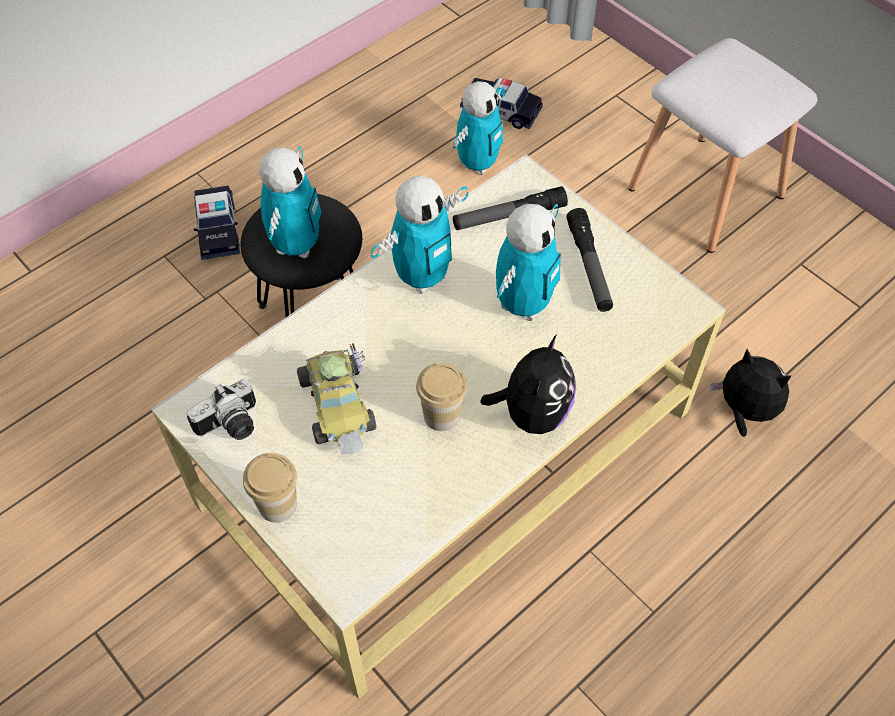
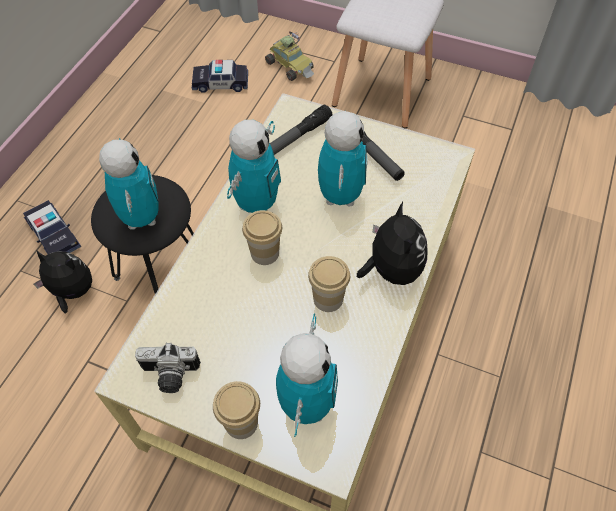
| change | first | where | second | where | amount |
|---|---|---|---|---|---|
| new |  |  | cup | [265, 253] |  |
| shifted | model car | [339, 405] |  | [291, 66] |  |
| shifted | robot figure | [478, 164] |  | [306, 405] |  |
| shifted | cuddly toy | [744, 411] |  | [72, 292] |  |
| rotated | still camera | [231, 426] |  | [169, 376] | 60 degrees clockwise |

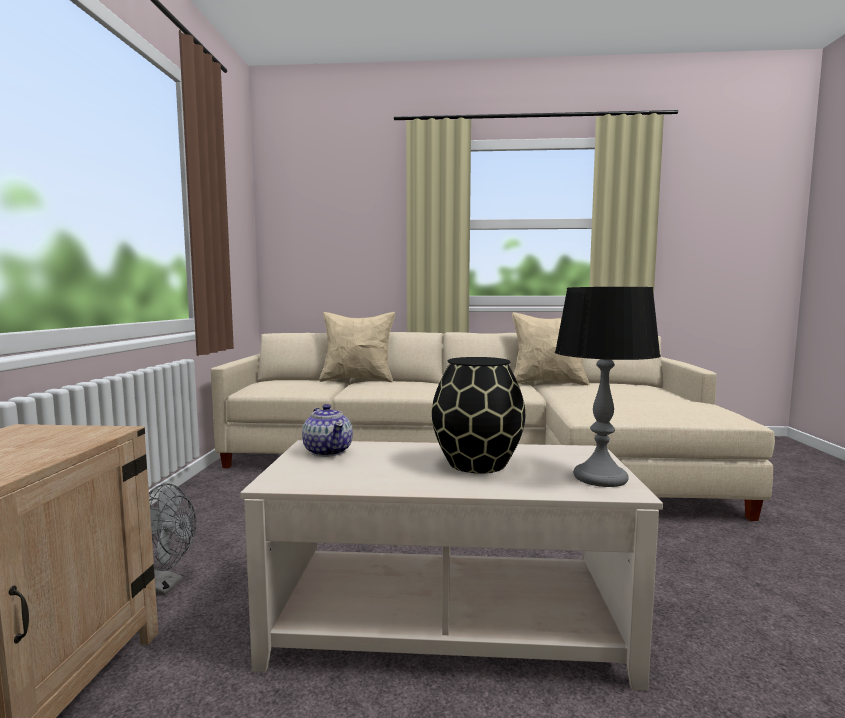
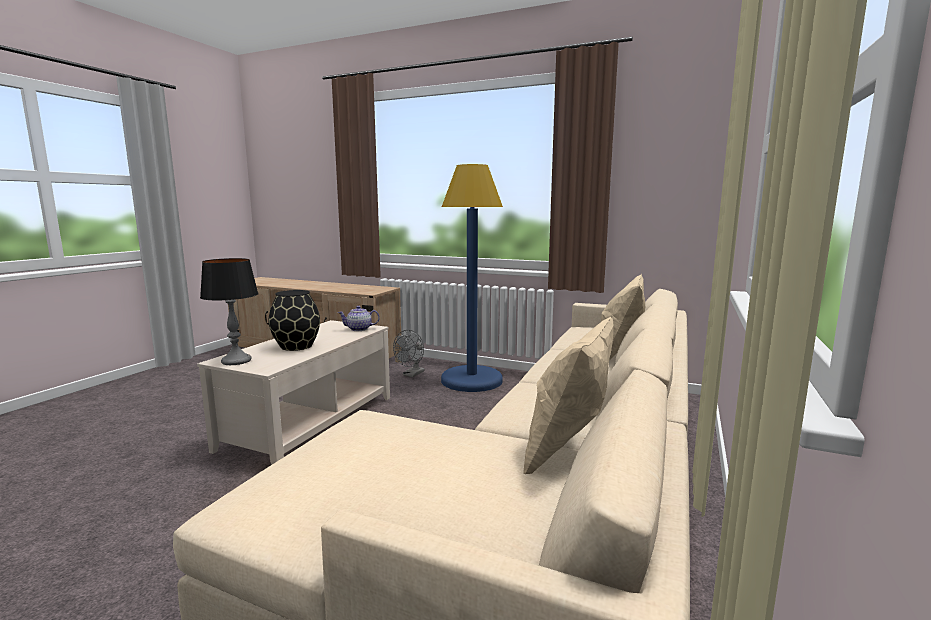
| change | first | where | second | where | amount |
|---|---|---|---|---|---|
| new |  |  | blue-coloured standing lamp | [472, 380] |  |

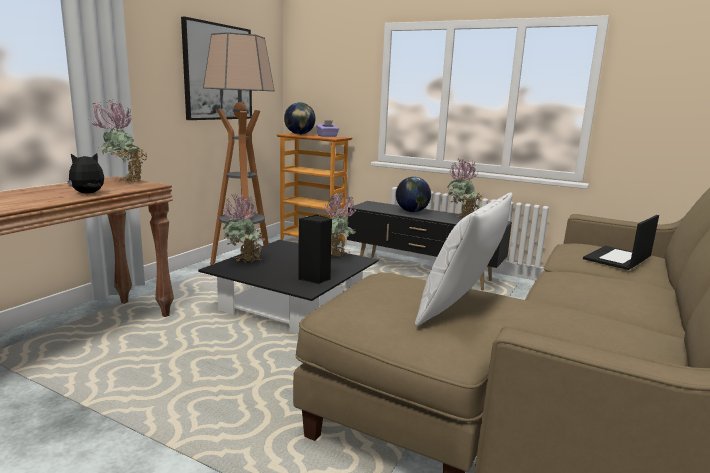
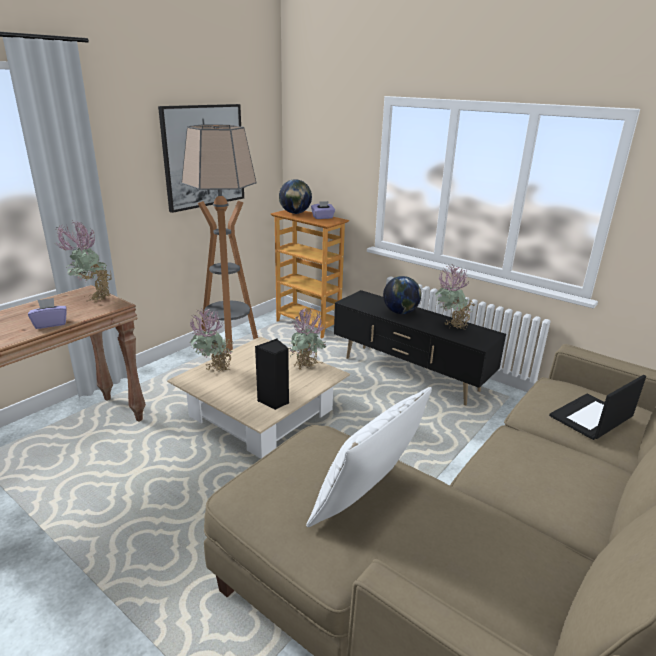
| change | first | where | second | where | amount |
|---|---|---|---|---|---|
| swapped | cuddly toy | [88, 193] | purple-coloured tissue holder | [50, 324] |  |
| repainted | blackish coffee table | [292, 305] | sand-coloured coffee table | [261, 414] |  |

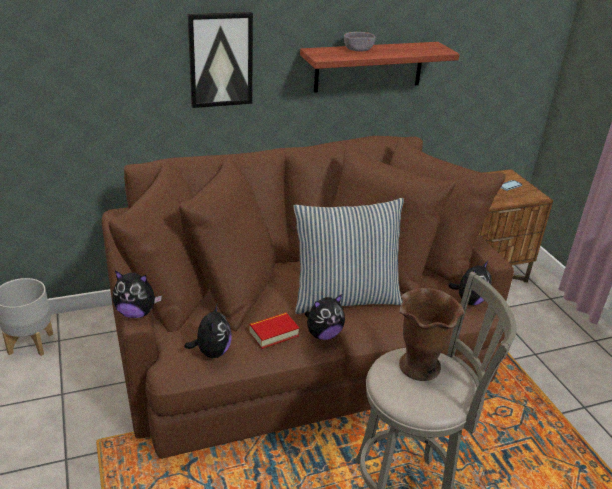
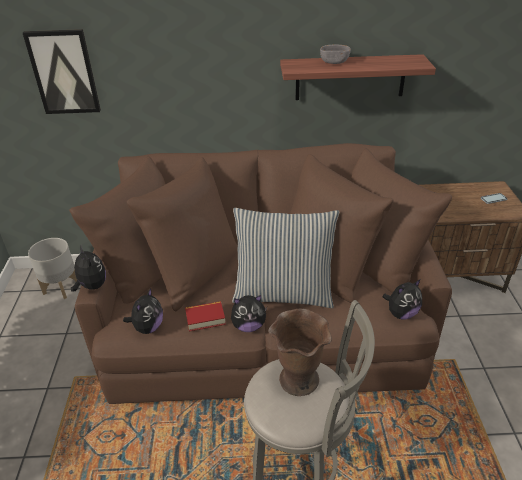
| change | first | where | second | where | amount |
|---|---|---|---|---|---|
| shifted | picture | [220, 60] |  | [64, 72] |  |
| rotated | cuddly toy | [136, 313] |  | [91, 286] | 150 degrees counterclockwise |

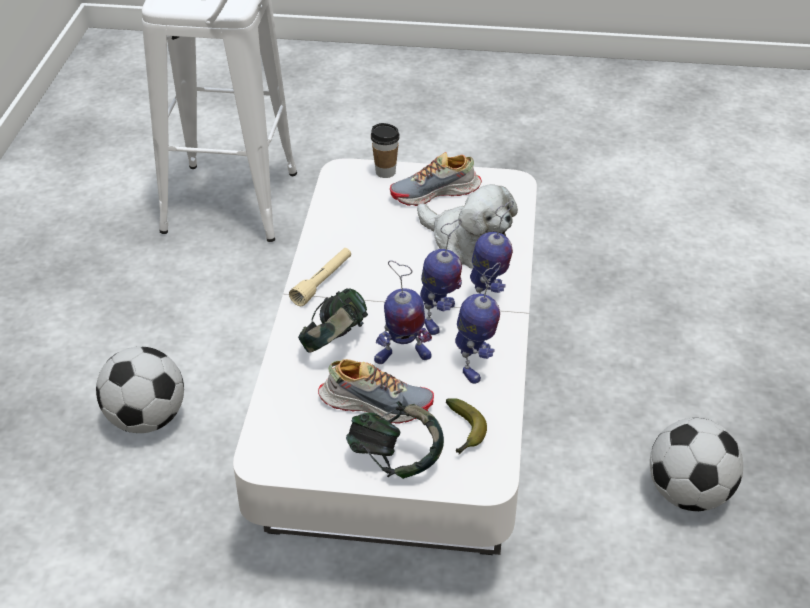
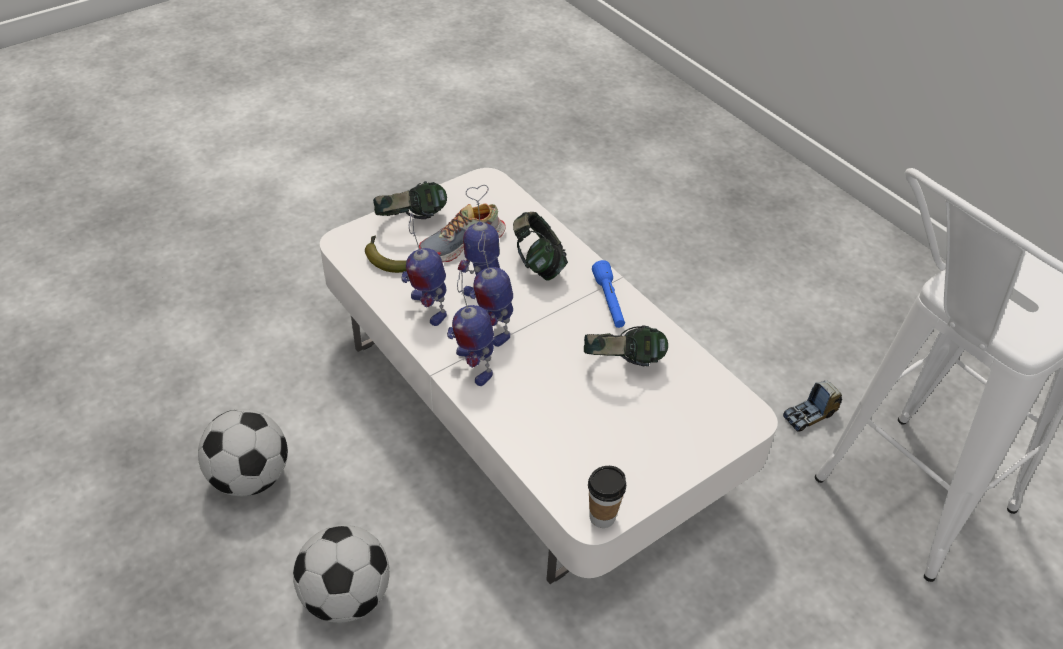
| change | first | where | second | where | amount |
|---|---|---|---|---|---|
| gone | shoe | [435, 193] |  |  |  |
| gone | cuddly toy | [467, 245] |  |  |  |
| new |  |  | pair of headphones | [622, 364] |  |
| new |  |  | toy lorry | [810, 415] |  |
| shifted | football ball | [147, 419] |  | [346, 598] |  |
| shifted | cup | [385, 172] |  | [602, 517] |  |
| repainted | sand-coloured flashlight | [323, 282] | blue-coloured flashlight | [609, 301] |  |

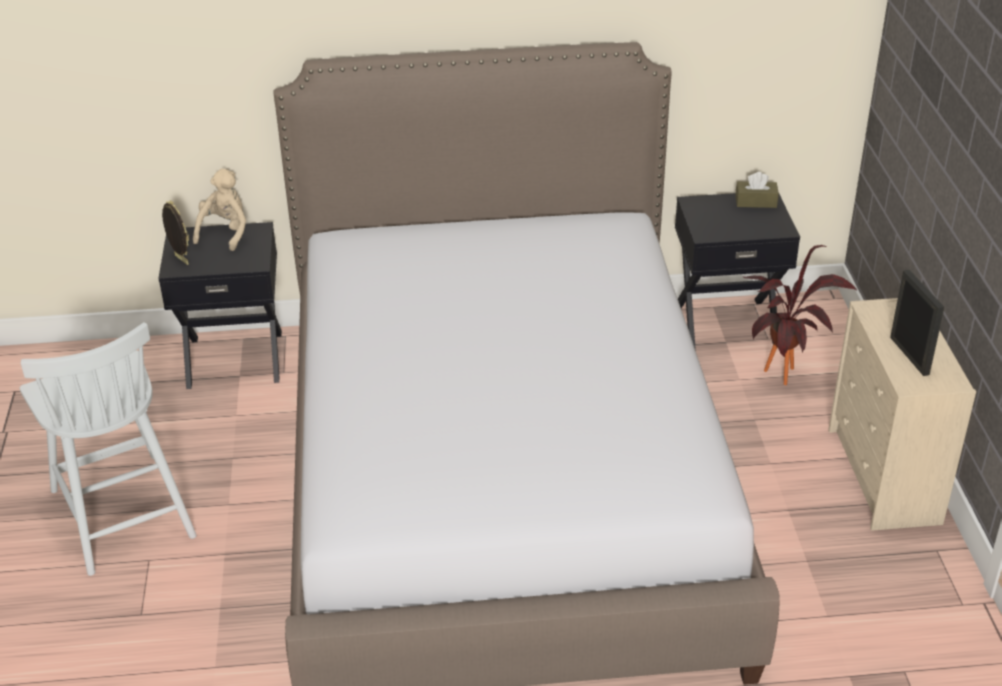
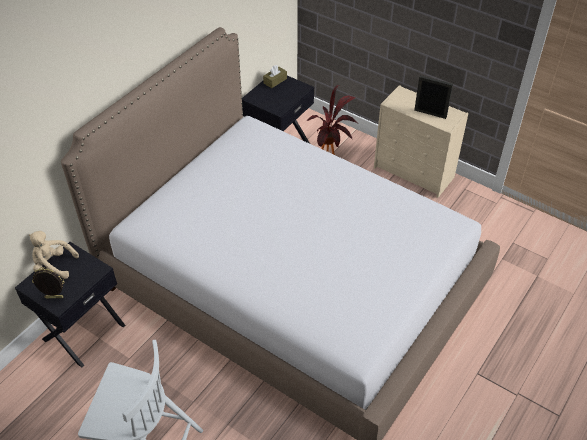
| change | first | where | second | where | amount |
|---|---|---|---|---|---|
| rotated | sand-coloured cuddly toy | [225, 232] |  | [53, 265] | 45 degrees counterclockwise |

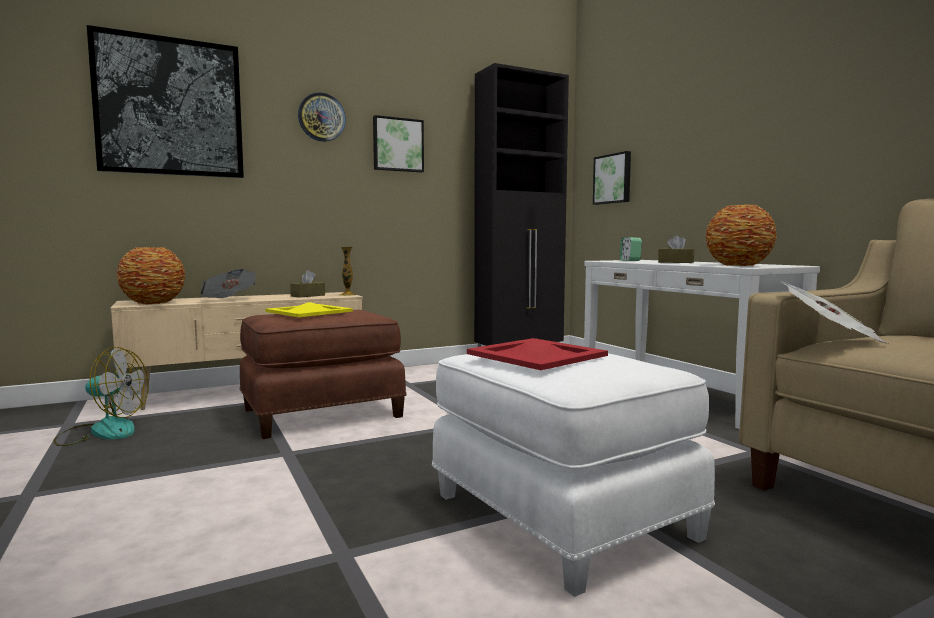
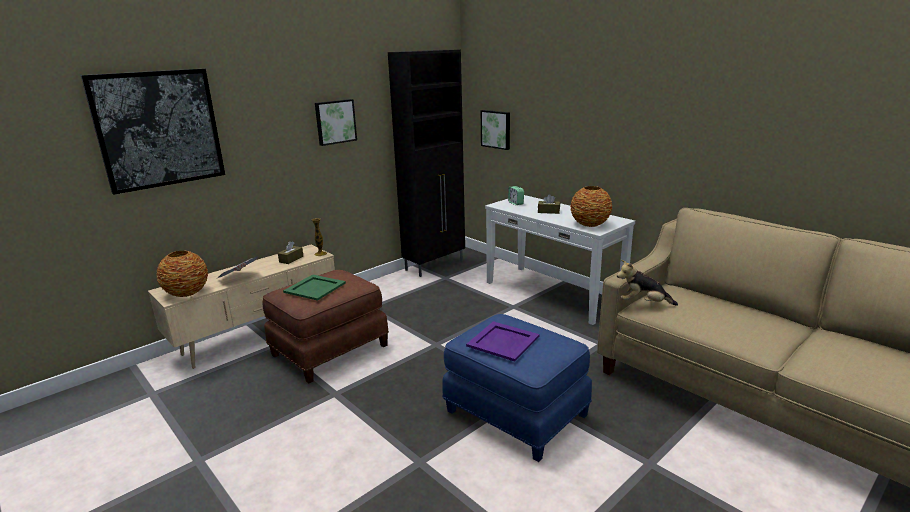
| change | first | where | second | where | amount |
|---|---|---|---|---|---|
| gone | cooling fan | [102, 431] |  |  |  |
| gone | hanging clock | [321, 117] |  |  |  |
| swapped | newspaper | [832, 337] | cuddly toy | [643, 303] |  |
| repainted | yellow-coloured carrying tray | [308, 311] | green carrying tray | [314, 288] |  |
| repainted | white pouffe | [558, 517] | blue-coloured pouffe | [515, 414] |  |
| repainted | red-coloured carrying tray | [536, 355] | purple-coloured carrying tray | [503, 341] |  |

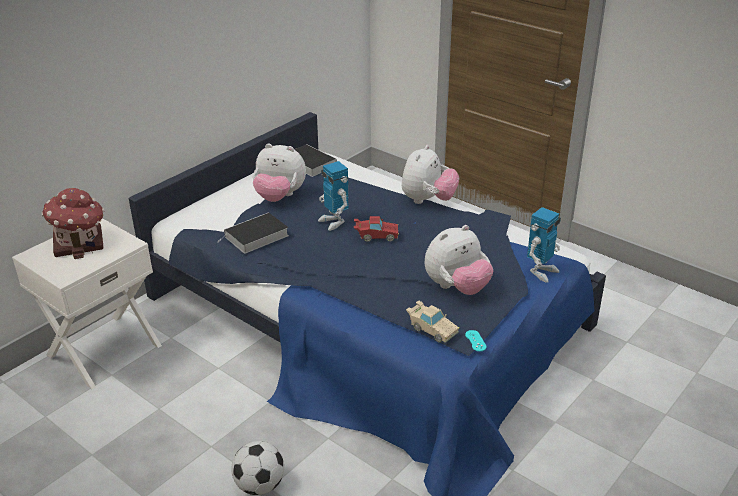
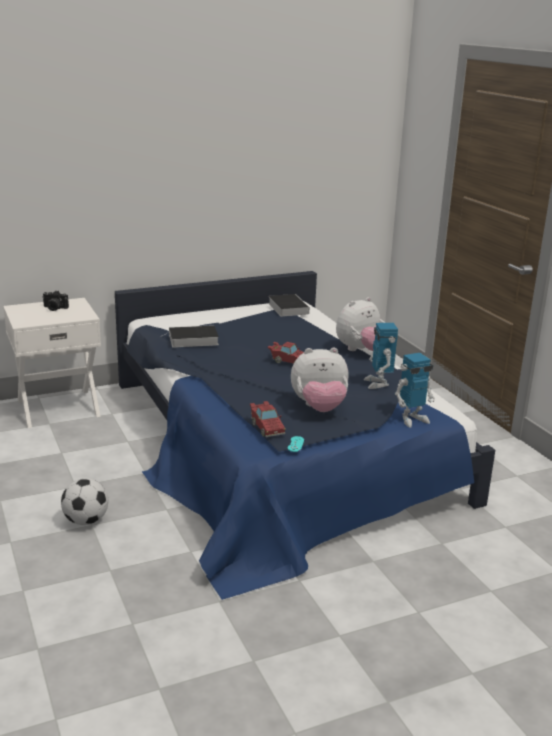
| change | first | where | second | where | amount |
|---|---|---|---|---|---|
| gone | cuddly toy | [279, 197] |  |  |  |
| shifted | robot figure | [334, 222] |  | [378, 383] |  |
| swapped | miniature house | [80, 243] | still camera | [54, 308] |  |
| repainted | sand-coloured model car | [431, 329] | red-coloured model car | [266, 427] |  |

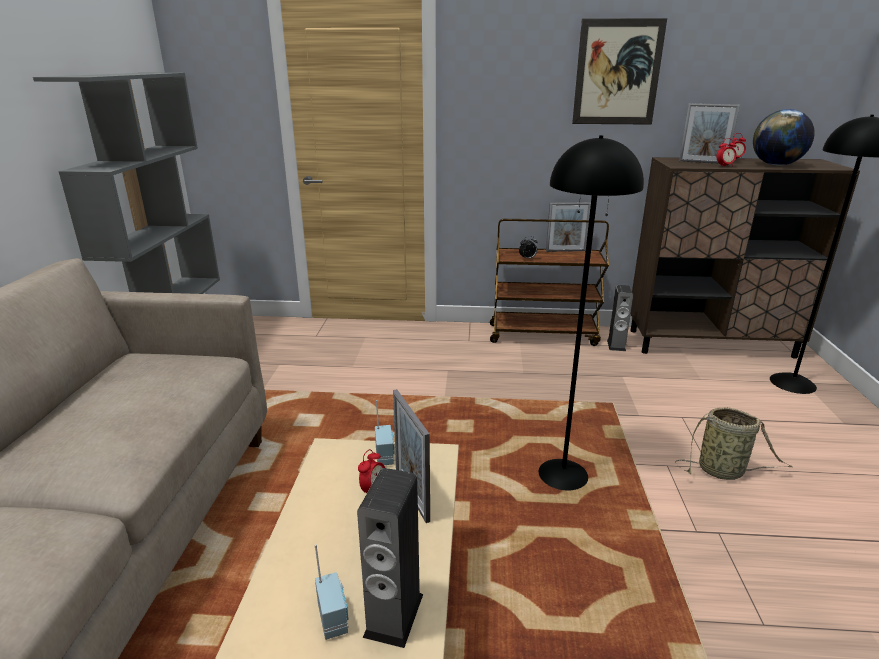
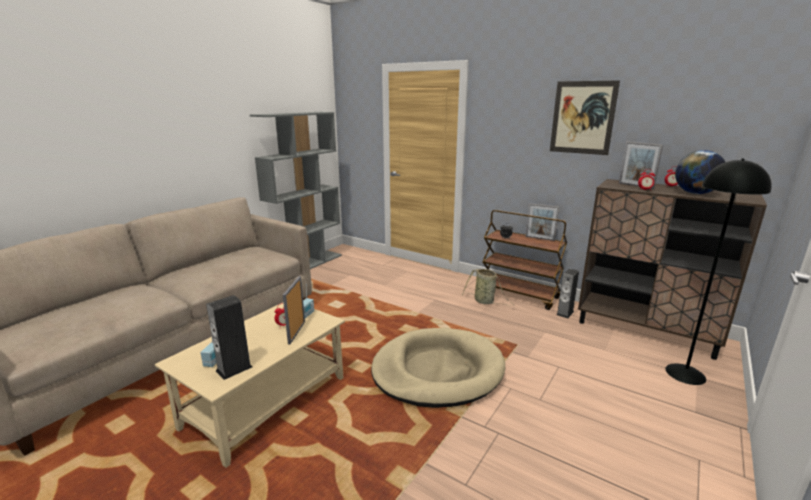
| change | first | where | second | where | amount |
|---|---|---|---|---|---|
| shifted | storage basket | [723, 471] |  | [485, 301] |  |
| swapped | blackish standing lamp | [562, 475] | sand-coloured dog bed | [437, 371] |  |

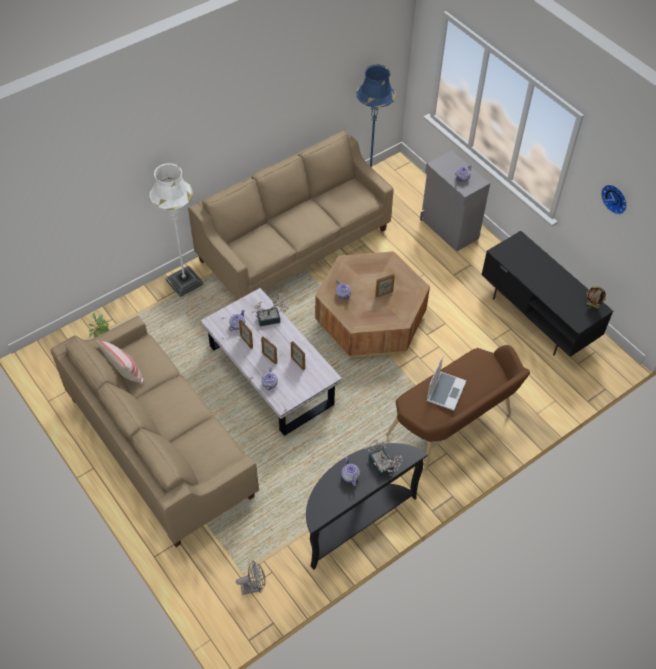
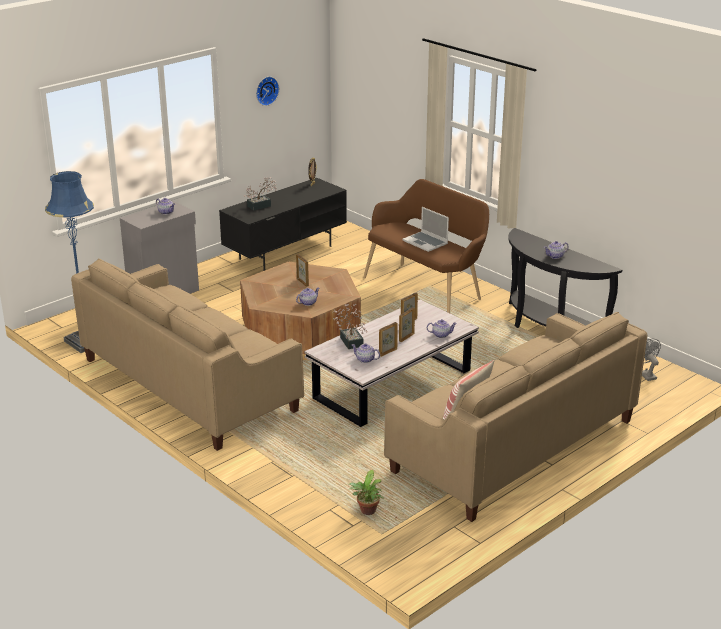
| change | first | where | second | where | amount |
|---|---|---|---|---|---|
| gone | white standing lamp | [185, 282] |  |  |  |
| shifted | plant in a pot | [382, 467] |  | [261, 205] |  |
| rotated | notebook computer | [445, 391] |  | [426, 242] | 150 degrees counterclockwise |

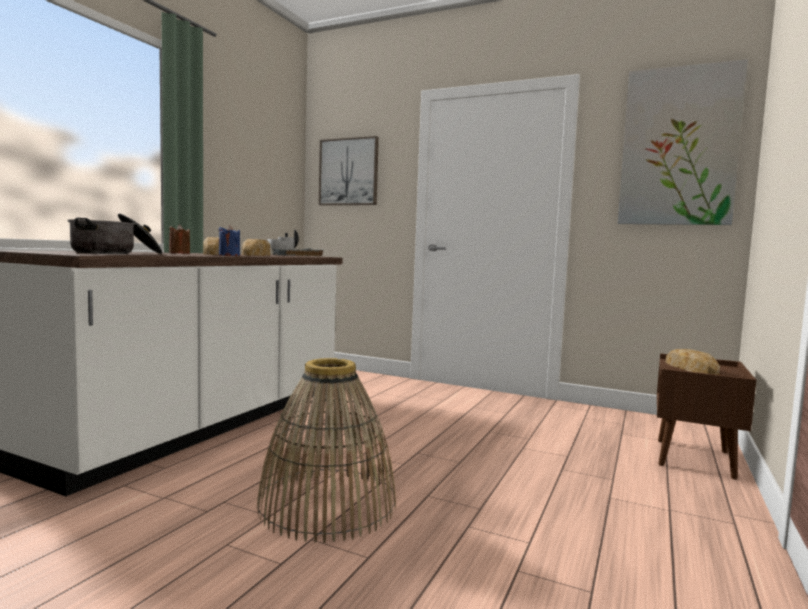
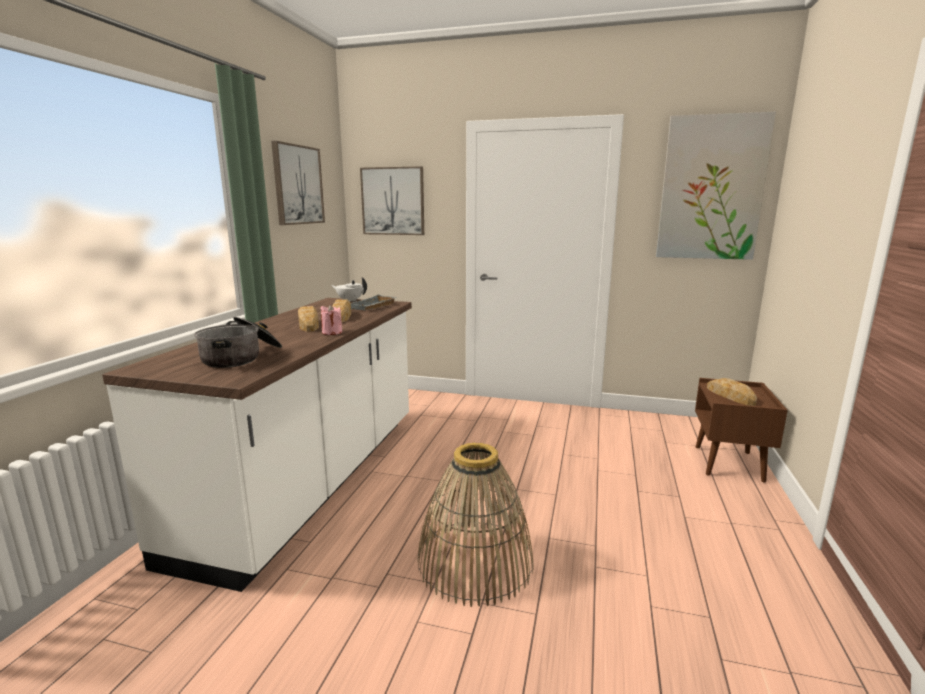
| change | first | where | second | where | amount |
|---|---|---|---|---|---|
| gone | brown-coloured wax light | [179, 253] |  |  |  |
| new |  |  | picture | [298, 185] |  |
| repainted | blue-coloured wax light | [229, 255] | pink-coloured wax light | [332, 332] |  |

